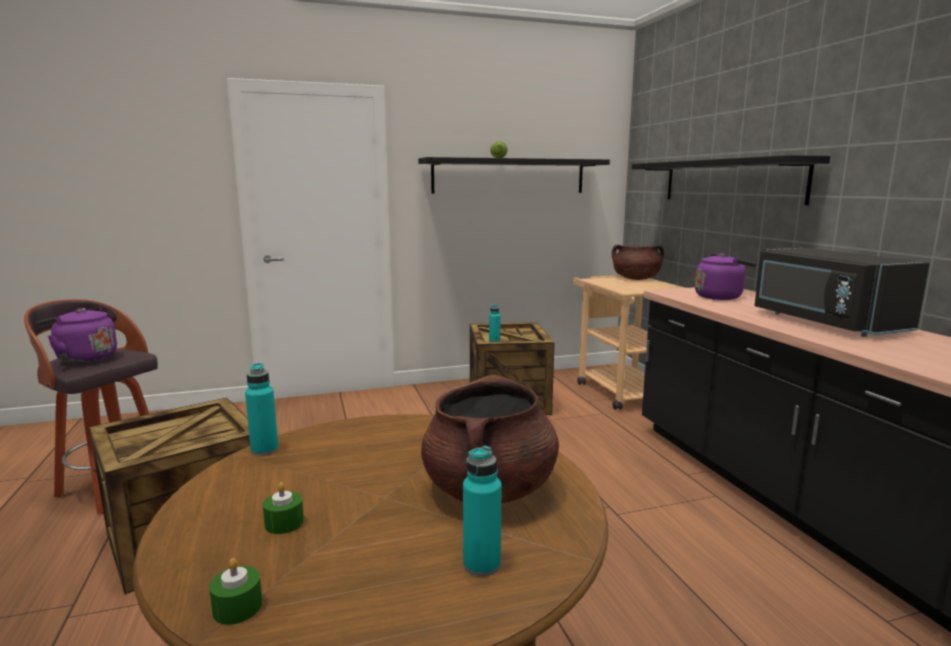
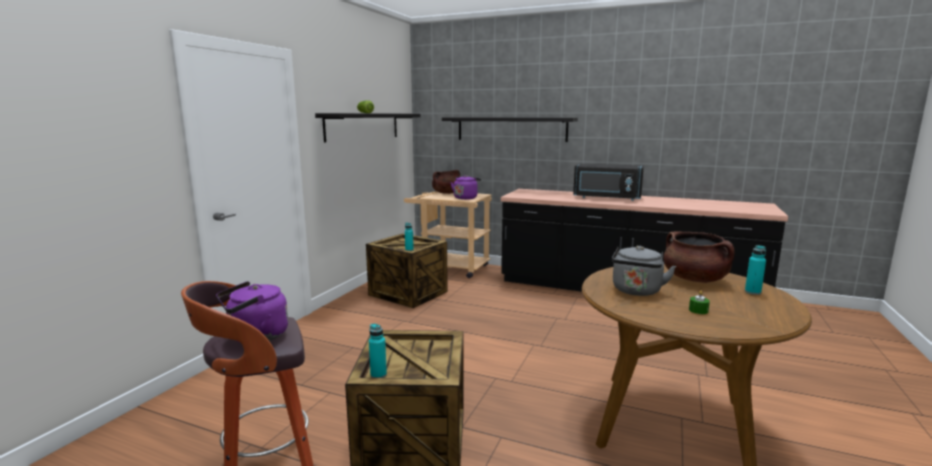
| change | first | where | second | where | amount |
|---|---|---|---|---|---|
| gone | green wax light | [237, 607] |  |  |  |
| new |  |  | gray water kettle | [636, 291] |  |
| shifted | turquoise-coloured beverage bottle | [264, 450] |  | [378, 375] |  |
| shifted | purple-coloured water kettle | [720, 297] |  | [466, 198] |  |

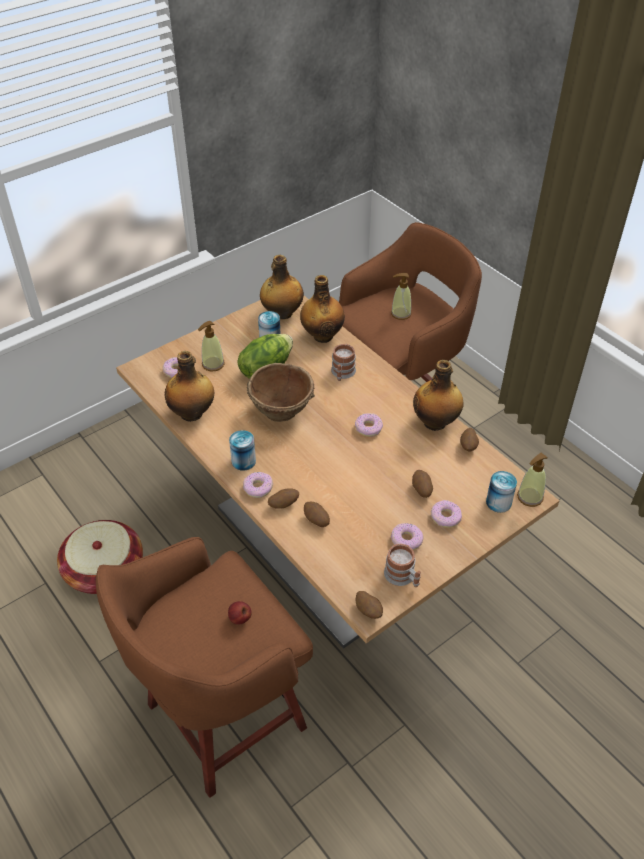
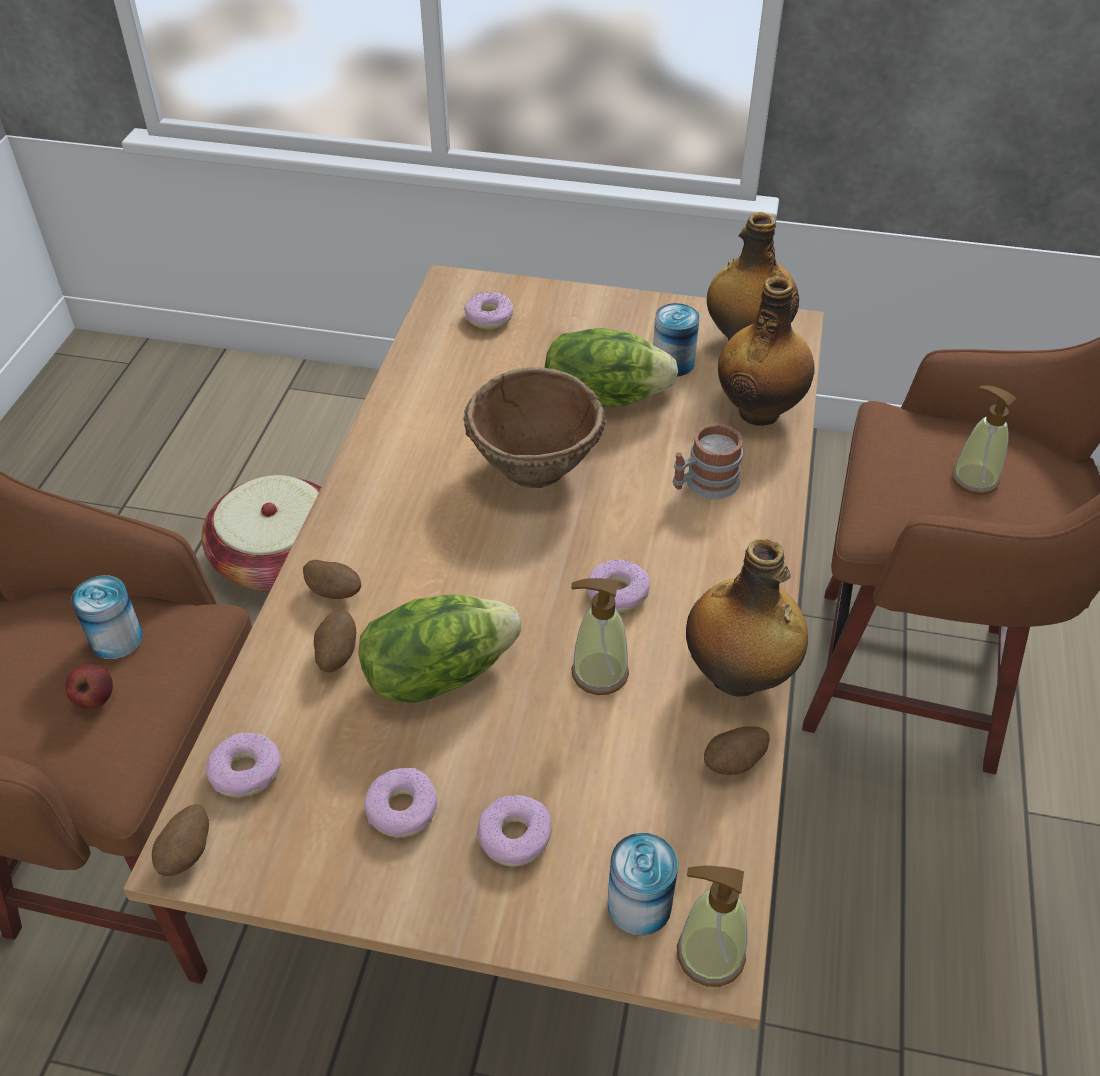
| change | first | where | second | where | amount |
|---|---|---|---|---|---|
| gone | beverage bottle | [192, 413] |  |  |  |
| gone | coffee mug | [403, 577] |  |  |  |
| gone | spud | [421, 490] |  |  |  |
| new |  |  | lettuce head | [438, 673] |  |
| shifted | soap dispenser | [213, 364] |  | [599, 673] |  |
| shifted | sealed can | [243, 461] |  | [116, 639] |  |
| shifted | ring doughnut | [258, 488] |  | [245, 771] |  |

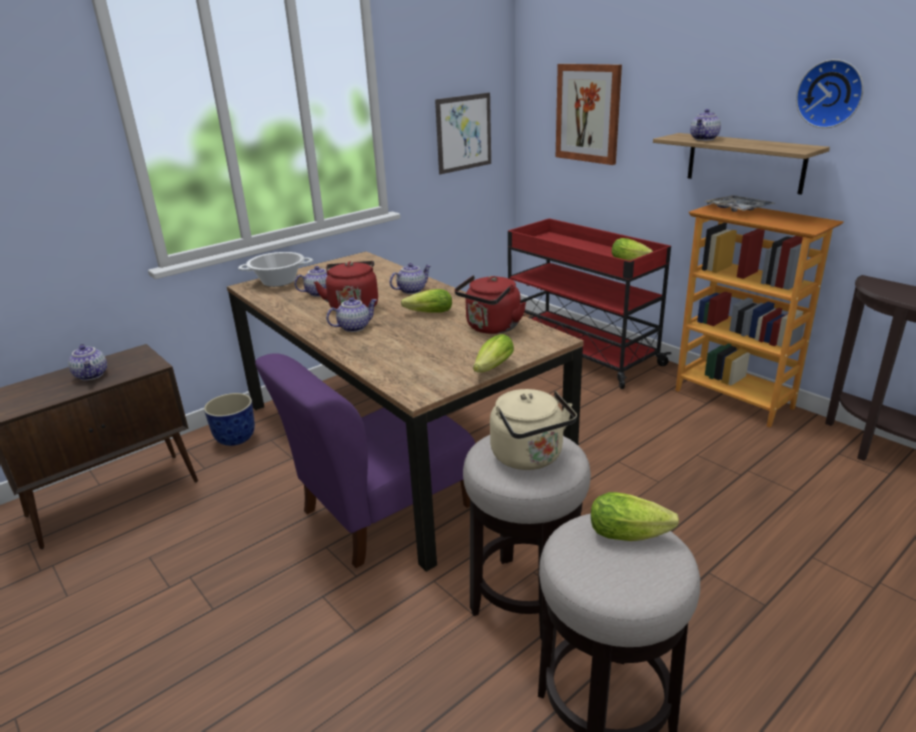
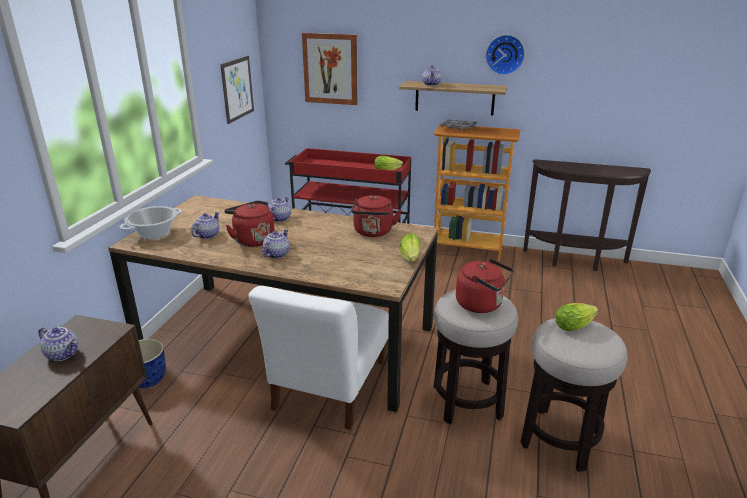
| change | first | where | second | where | amount |
|---|---|---|---|---|---|
| gone | lettuce head | [427, 313] |  |  |  |
| repainted | purple-coloured chair | [381, 512] | white chair | [328, 389] |  |
| repainted | sand-coloured water kettle | [530, 457] | red-coloured water kettle | [482, 304] |  |

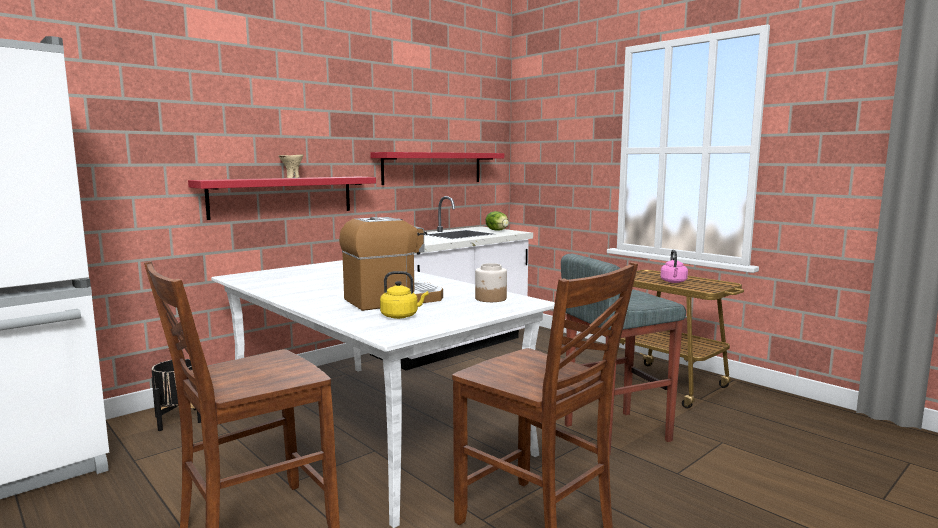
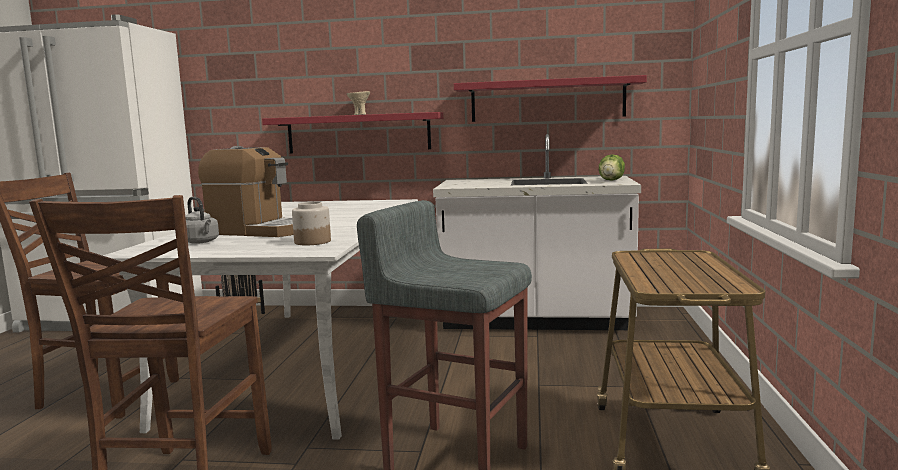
| change | first | where | second | where | amount |
|---|---|---|---|---|---|
| gone | pink-coloured water kettle | [673, 282] |  |  |  |
| repainted | yellow-coloured water kettle | [401, 316] | gray water kettle | [201, 242] |  |

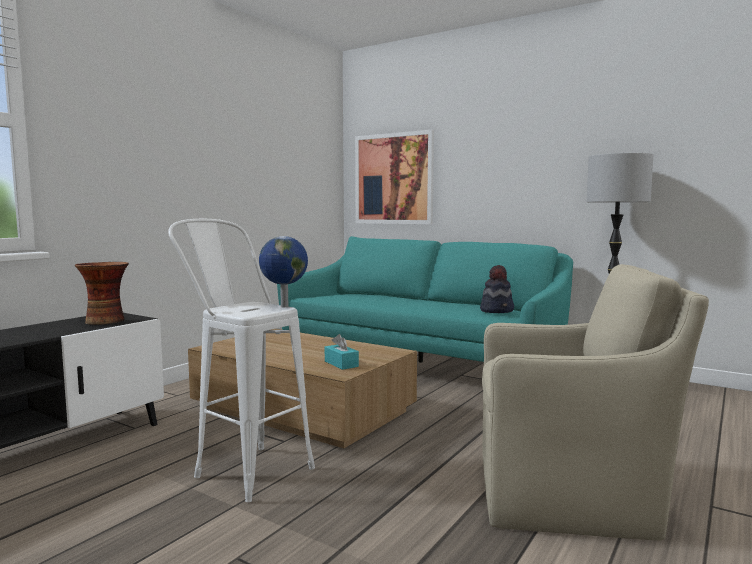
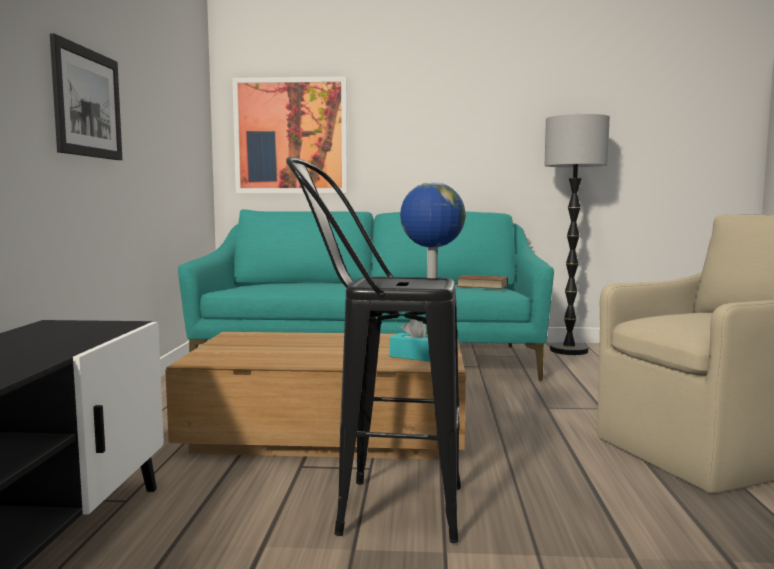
| change | first | where | second | where | amount |
|---|---|---|---|---|---|
| gone | flower vase | [105, 321] |  |  |  |
| new |  |  | picture | [87, 103] |  |
| swapped | clothing hat | [497, 310] | brown-coloured volume | [482, 285] |  |
| repainted | white stool seat | [243, 468] | blackish stool seat | [377, 508] |  |

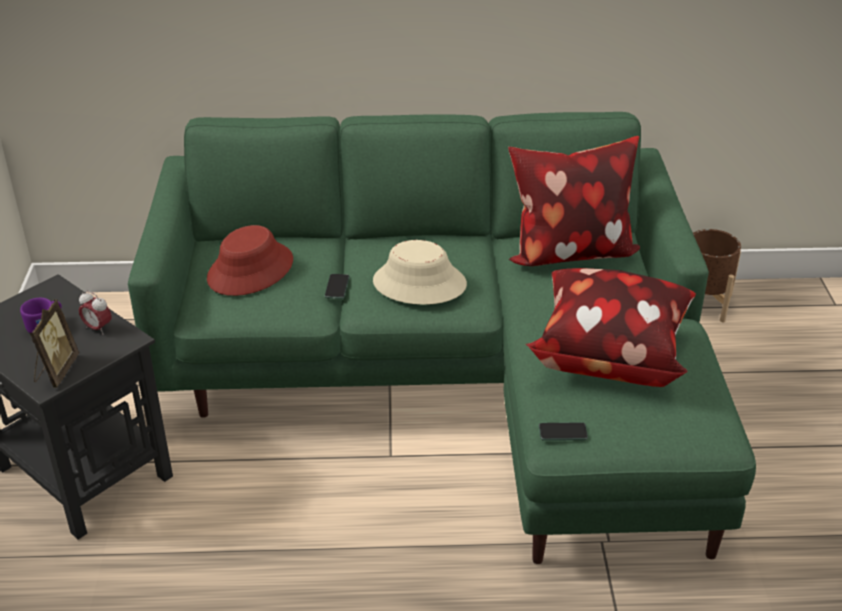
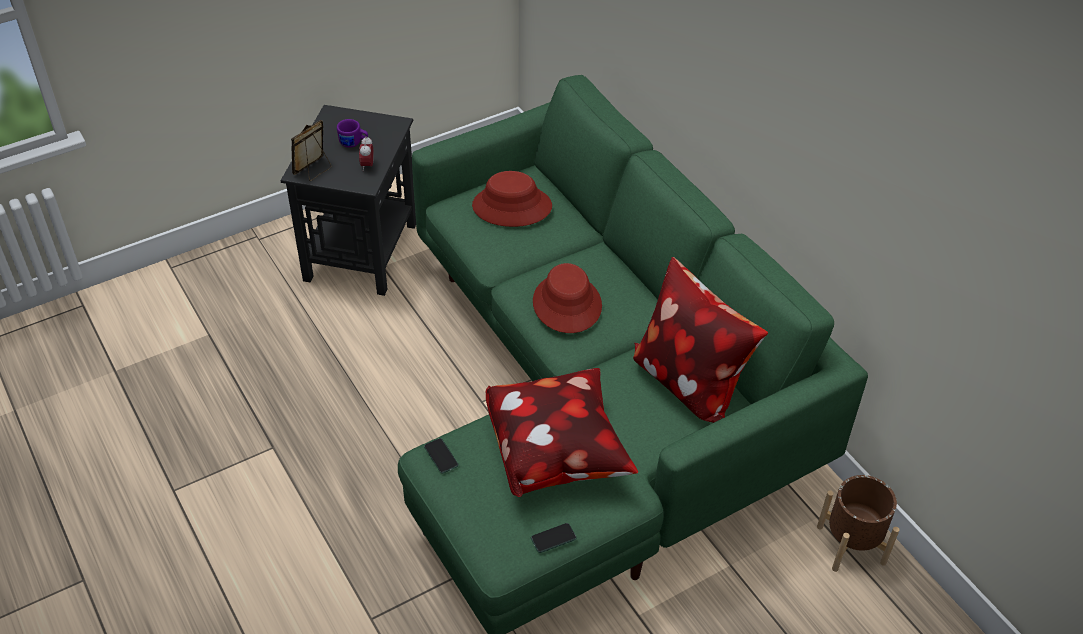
| change | first | where | second | where | amount |
|---|---|---|---|---|---|
| shifted | phone | [337, 287] |  | [553, 538] |  |
| repainted | sand-coloured clothing hat | [419, 284] | red-coloured clothing hat | [566, 304] |  |
| rotated | picture frame | [56, 371] |  | [314, 170] | 150 degrees clockwise |

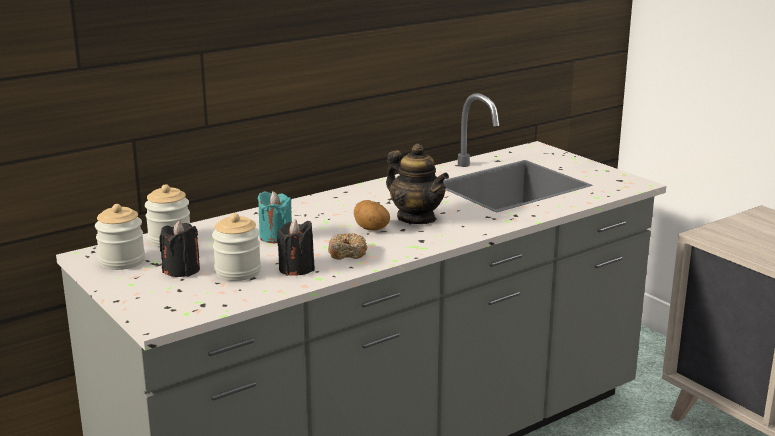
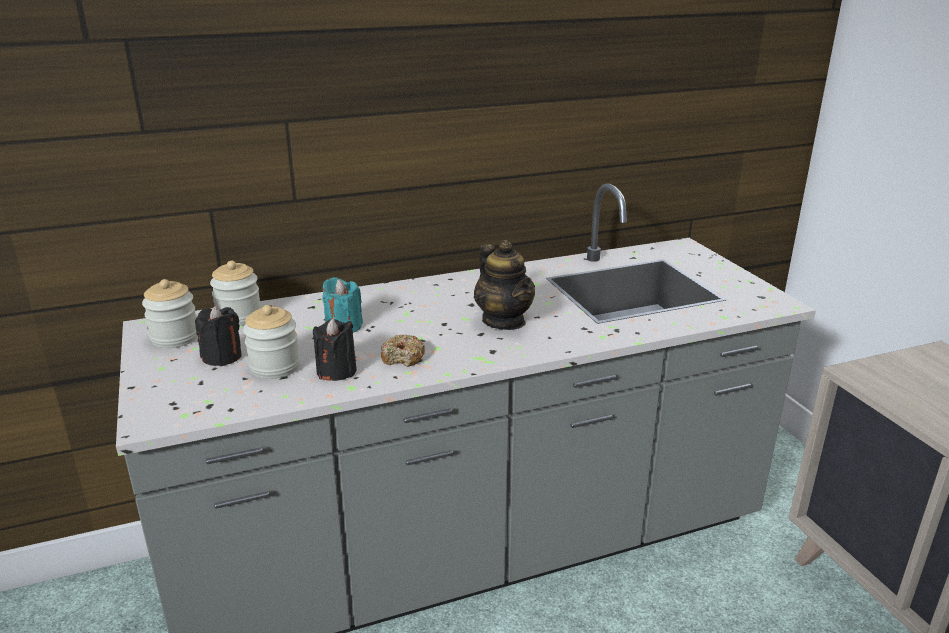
| change | first | where | second | where | amount |
|---|---|---|---|---|---|
| gone | spud | [371, 229] |  |  |  |

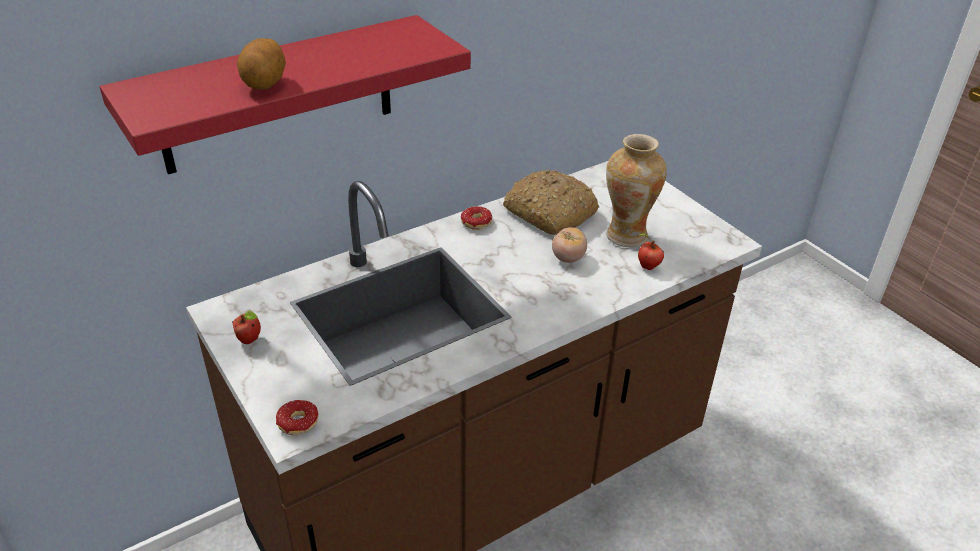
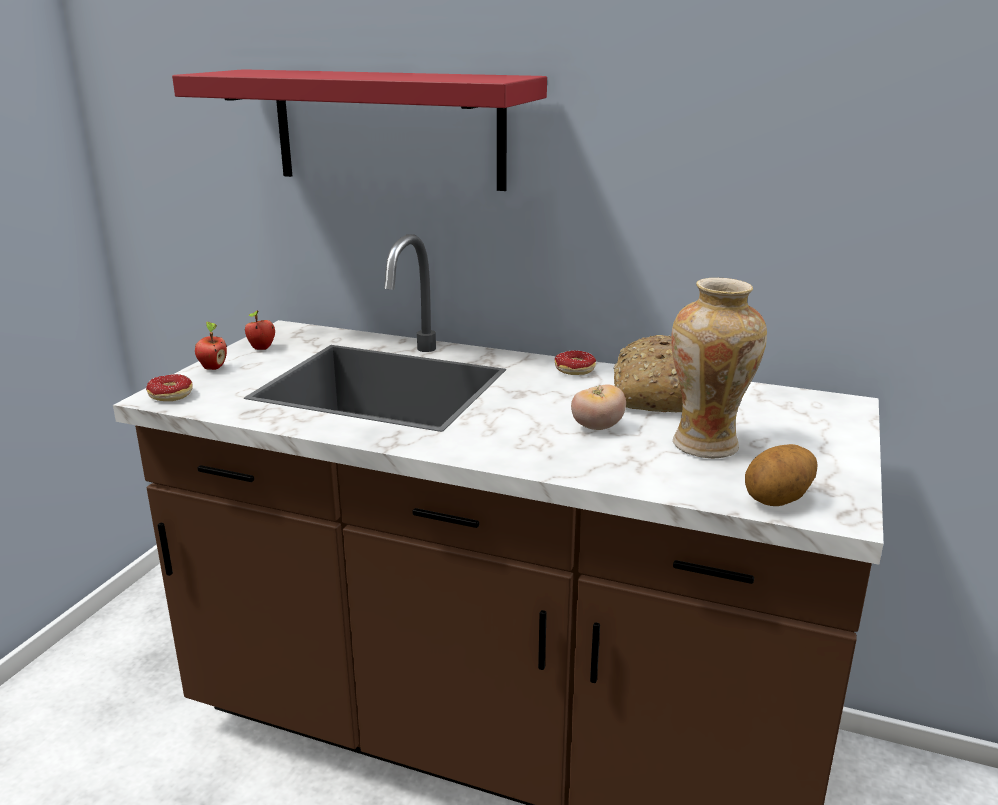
| change | first | where | second | where | amount |
|---|---|---|---|---|---|
| shifted | spud | [265, 84] |  | [778, 500] |  |
| shifted | apple | [647, 266] |  | [212, 367] |  |

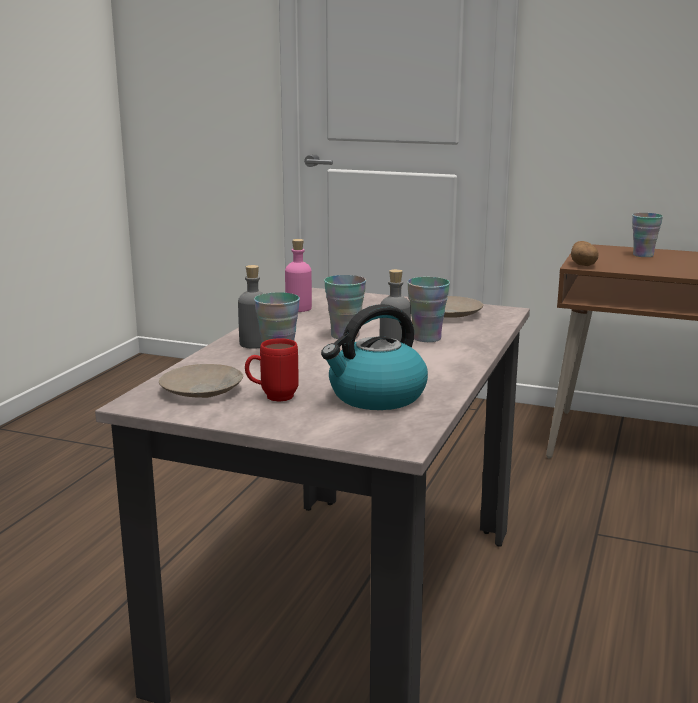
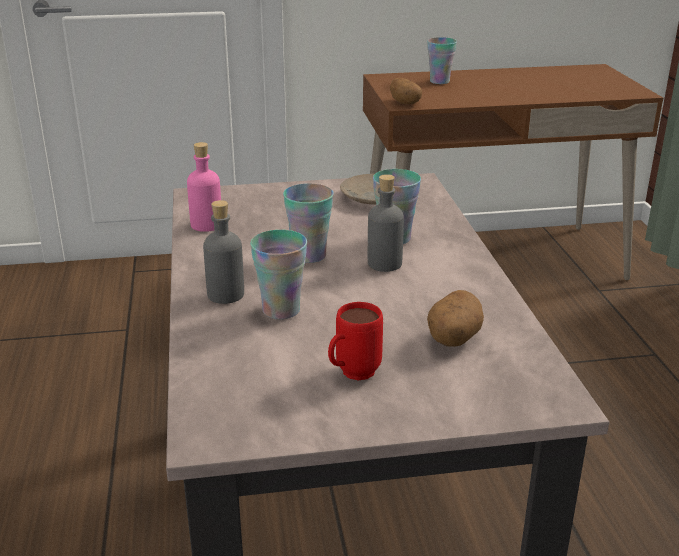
| change | first | where | second | where | amount |
|---|---|---|---|---|---|
| gone | sand-coloured plate | [203, 390] |  |  |  |
| swapped | water kettle | [376, 396] | spud | [452, 339] |  |

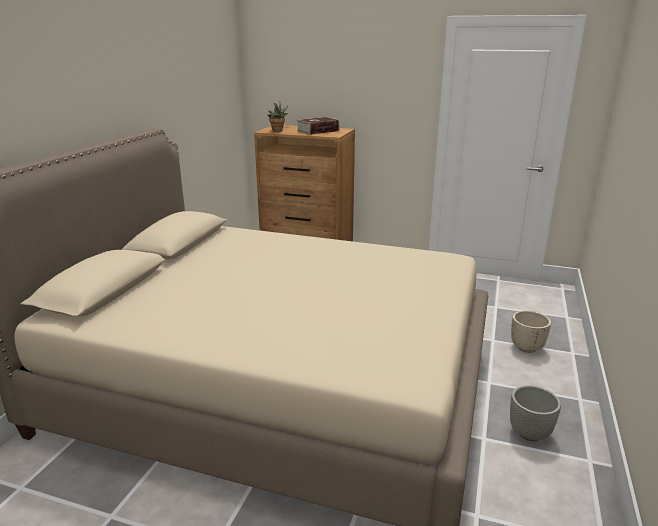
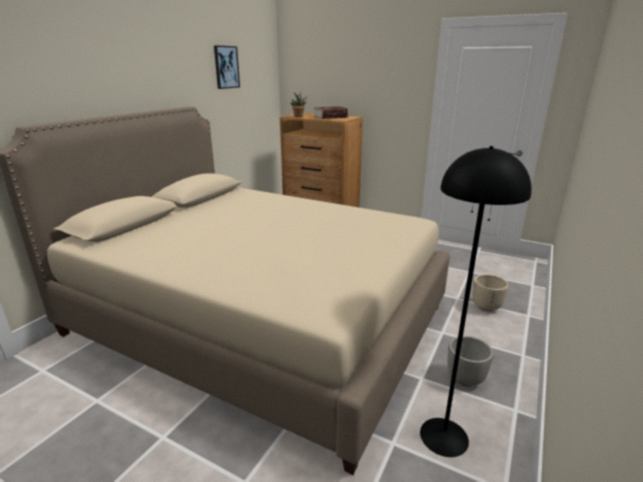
| change | first | where | second | where | amount |
|---|---|---|---|---|---|
| new |  |  | picture | [226, 67] |  |
| new |  |  | blackish standing lamp | [443, 436] |  |

